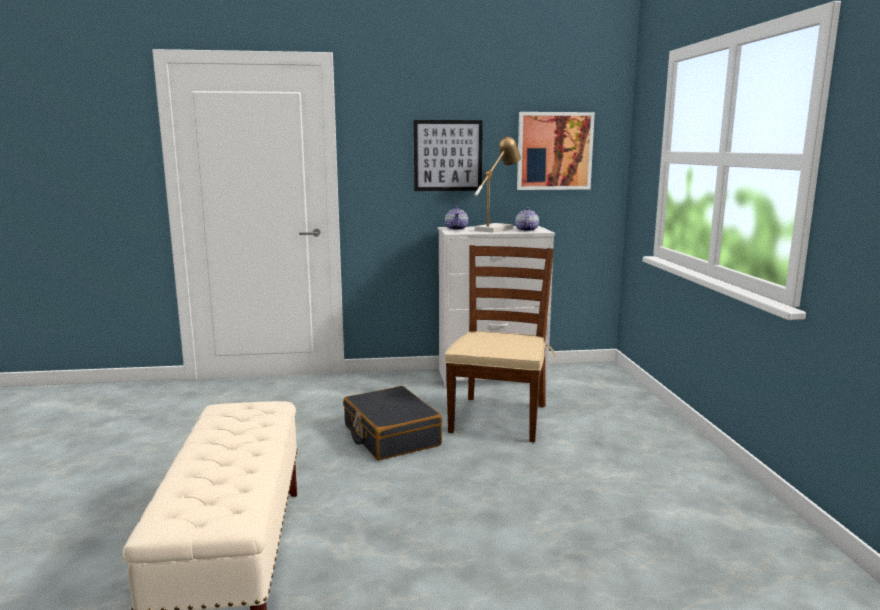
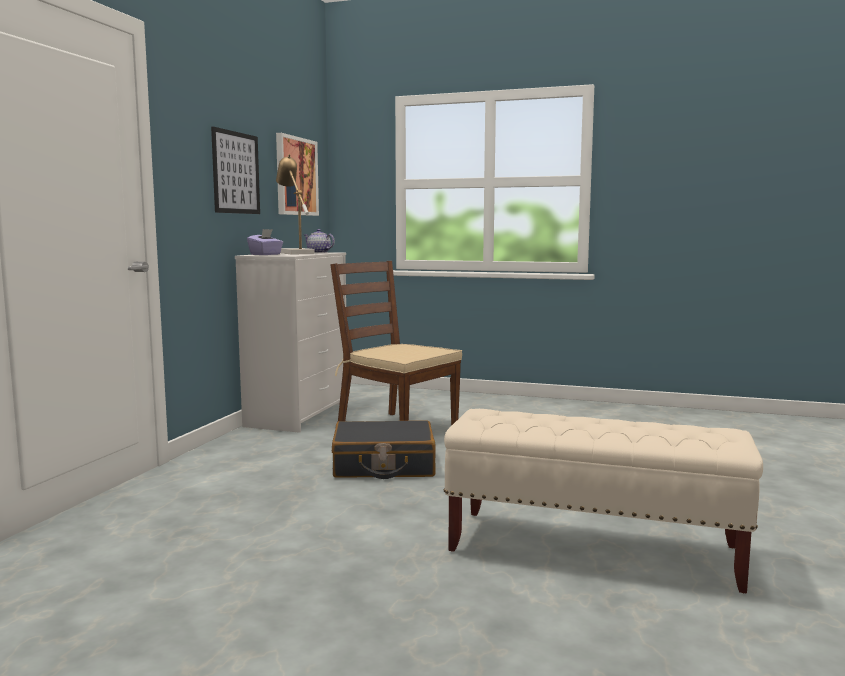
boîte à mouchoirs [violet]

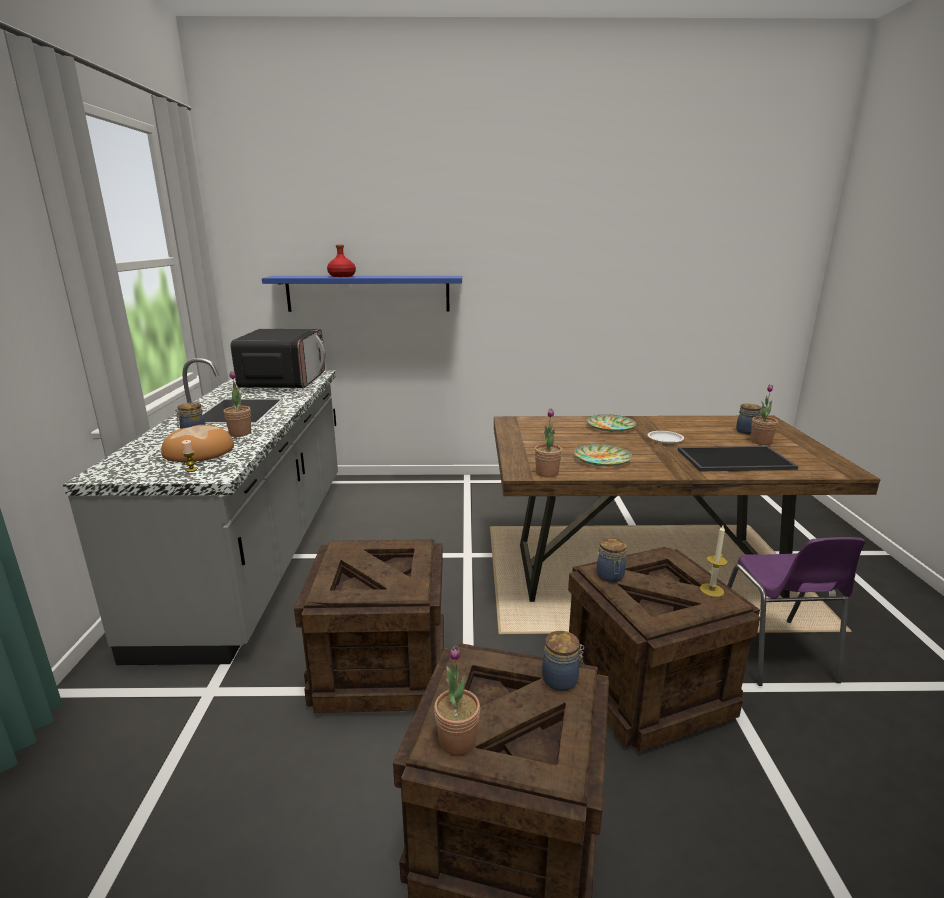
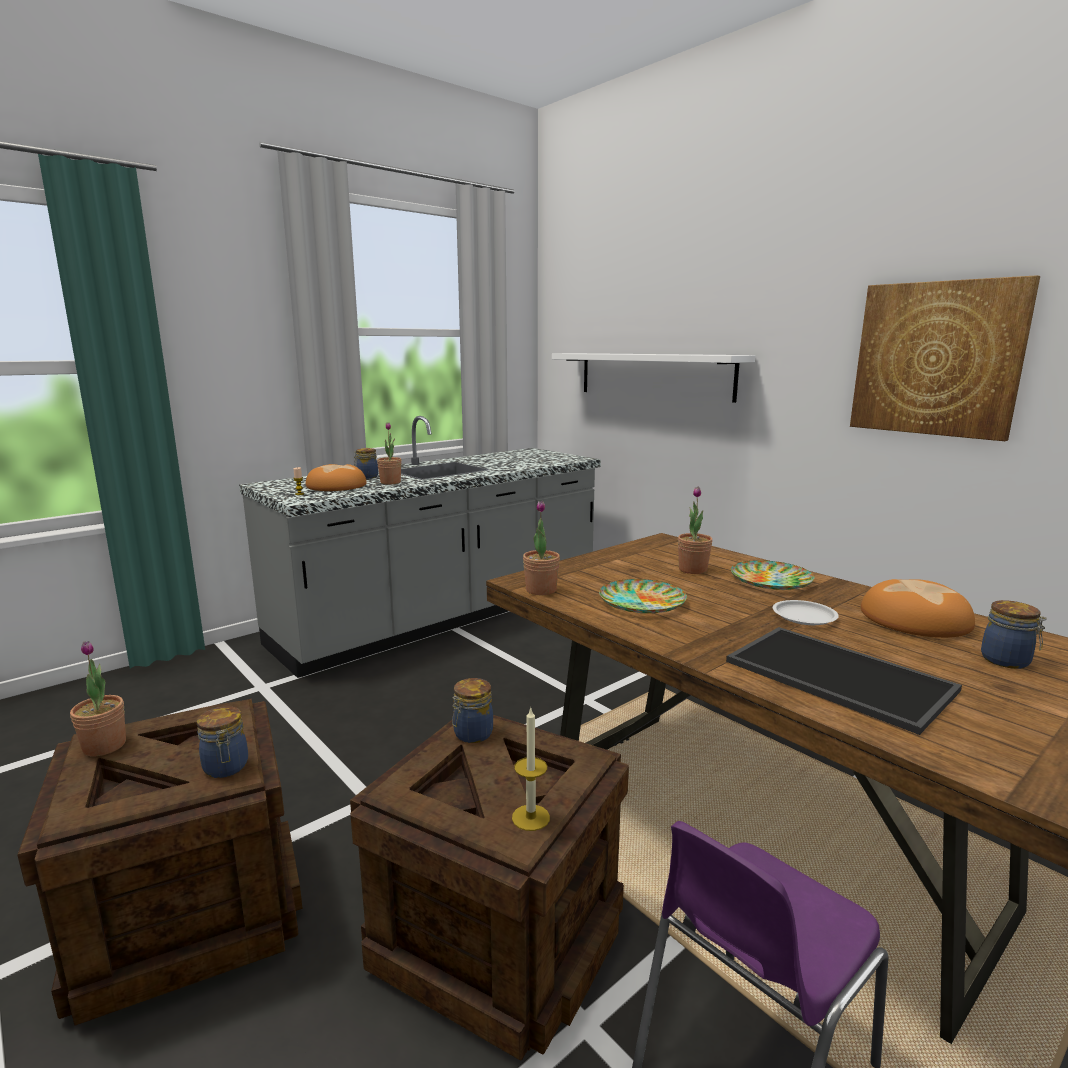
micro-ondes
caisse (no. 1 from left in the first image)
bouteille [rouge]
tableau
pain (no. 2 from left)
plante en pot (no. 4 from left)
étagère [blanc]

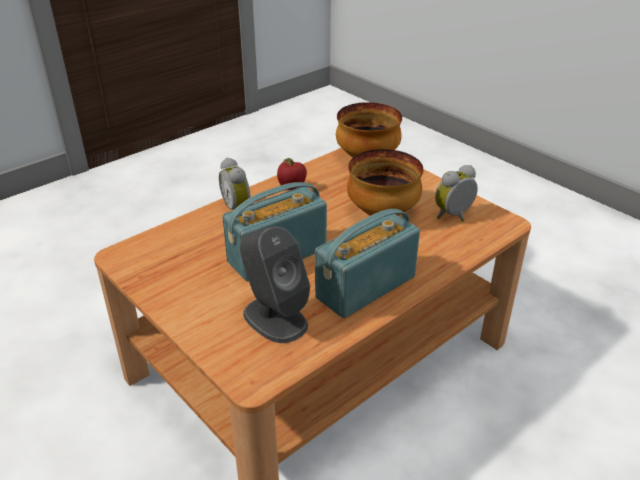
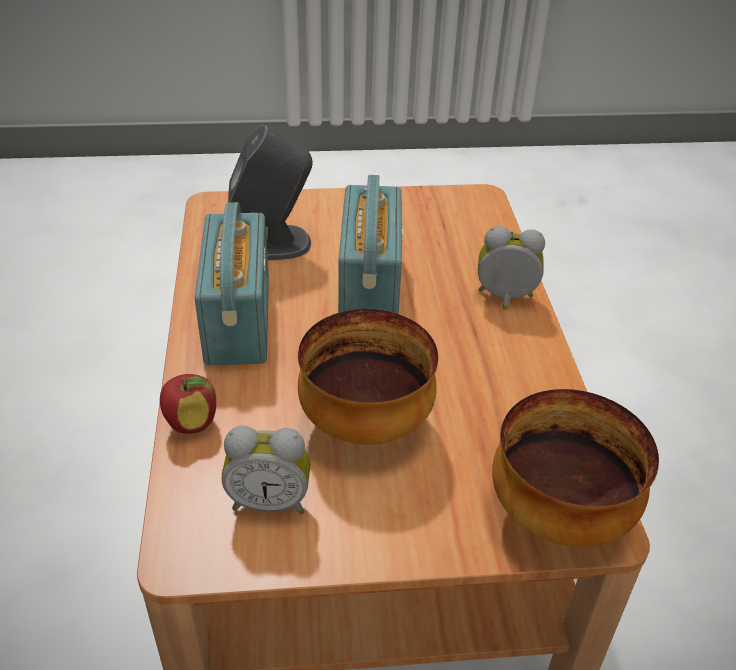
pomme
réveil (no. 1 from left)

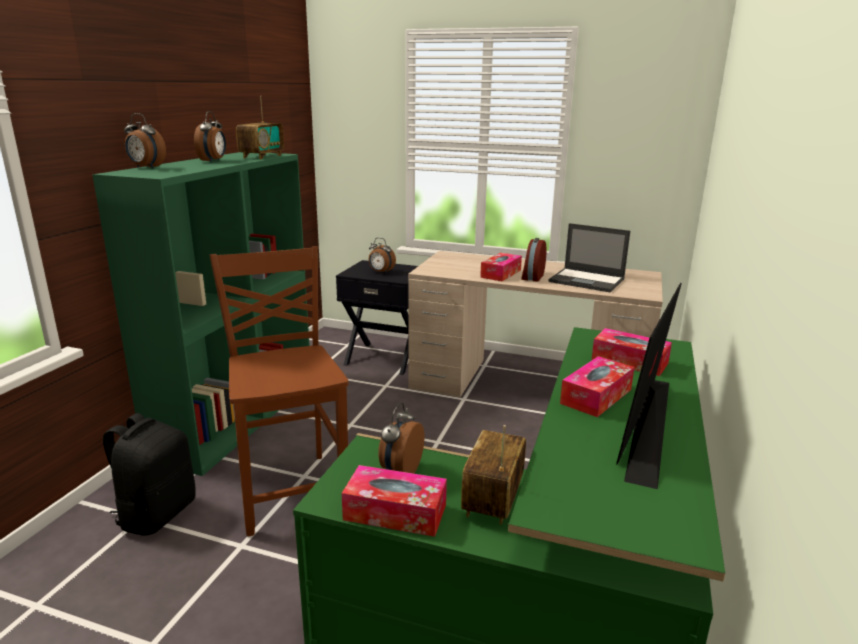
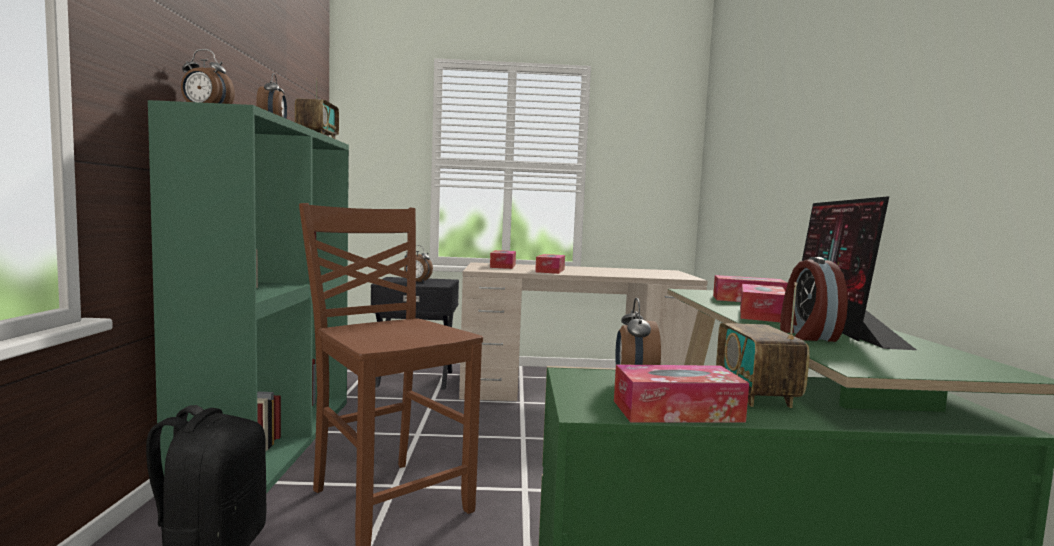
ordinateur portable
boîte à mouchoirs (no. 1 from left)
réveil (no. 5 from left)

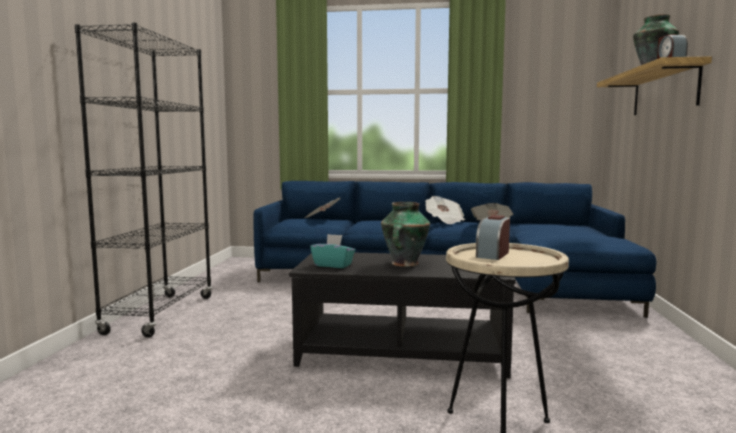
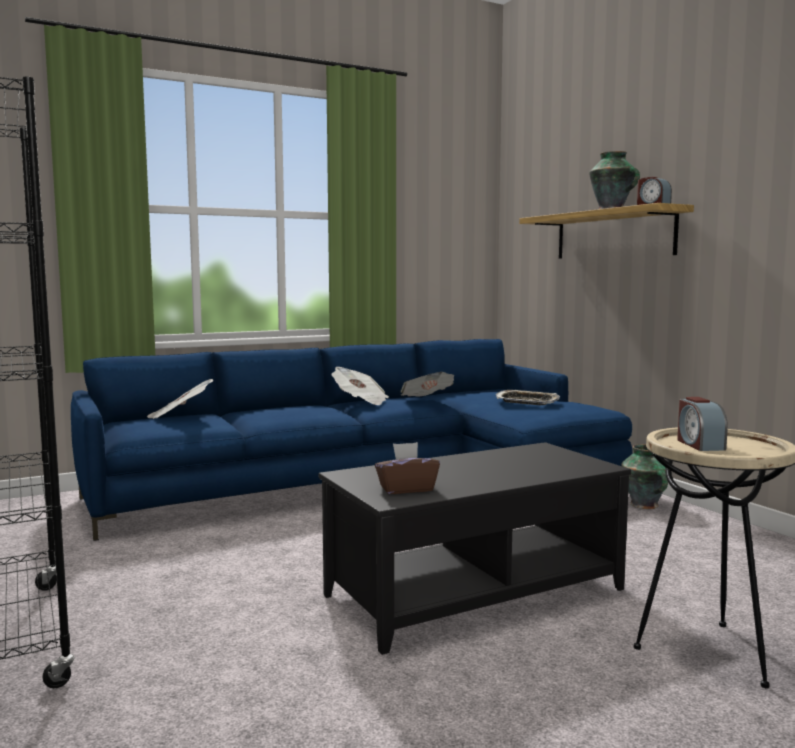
plateau
vase (no. 2 from left)
boîte à mouchoirs [marron]

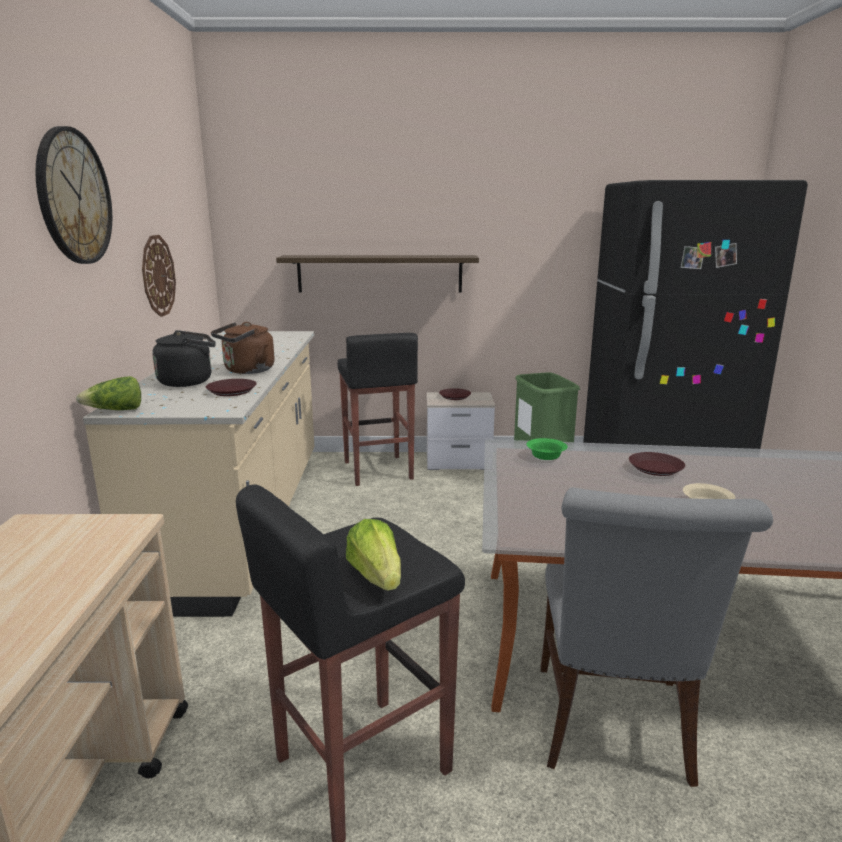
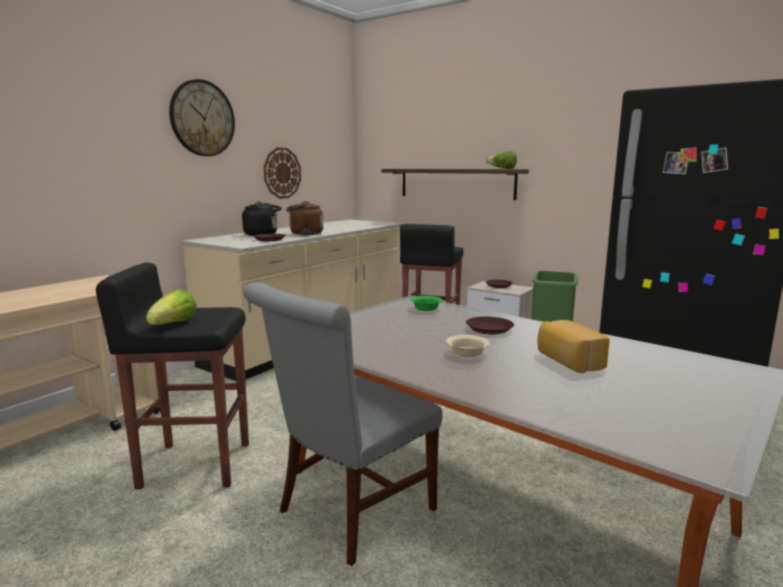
pain
laitue (no. 2 from left)

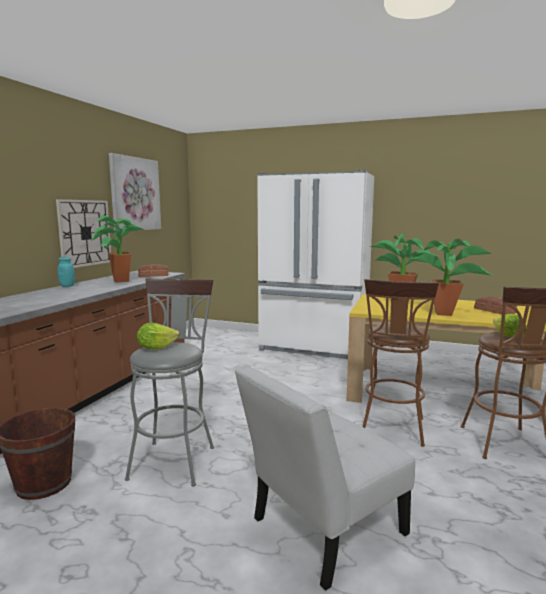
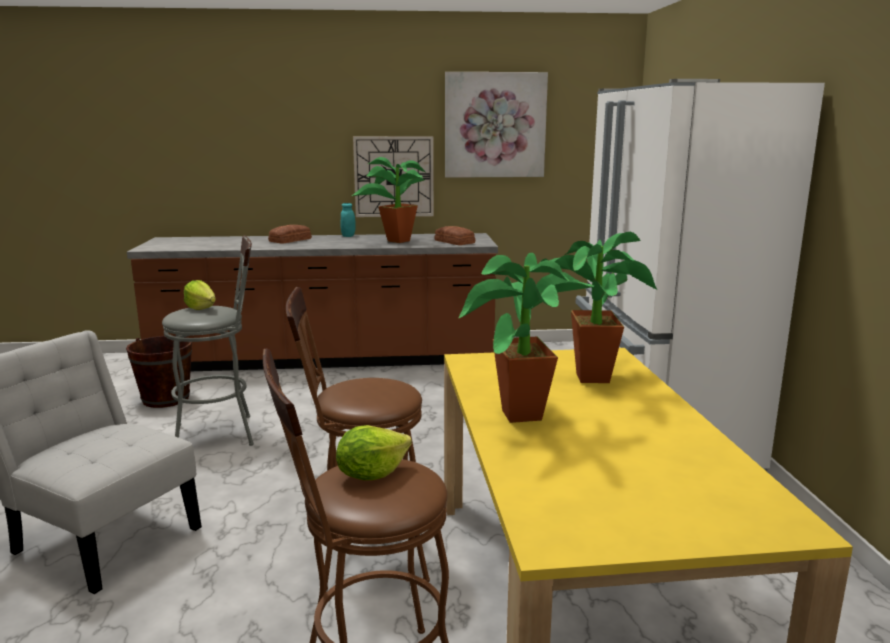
pain (no. 1 from left)

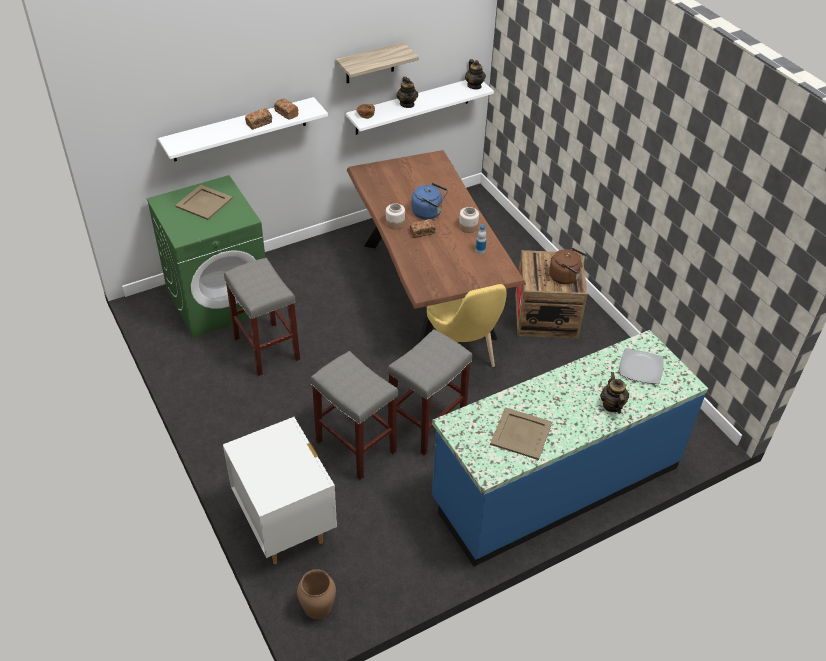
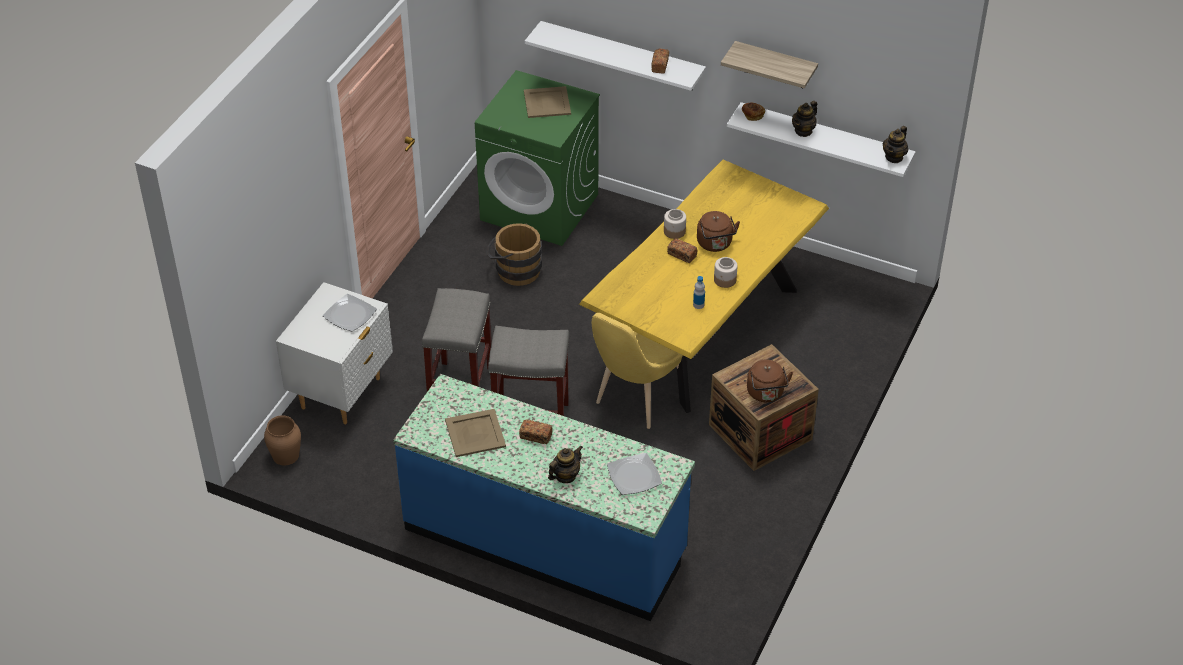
assiette (no. 1 from left)
pain (no. 1 from left)
seau [marron]
table à manger [jaune]
bouilloire [marron] (no. 1 from left)

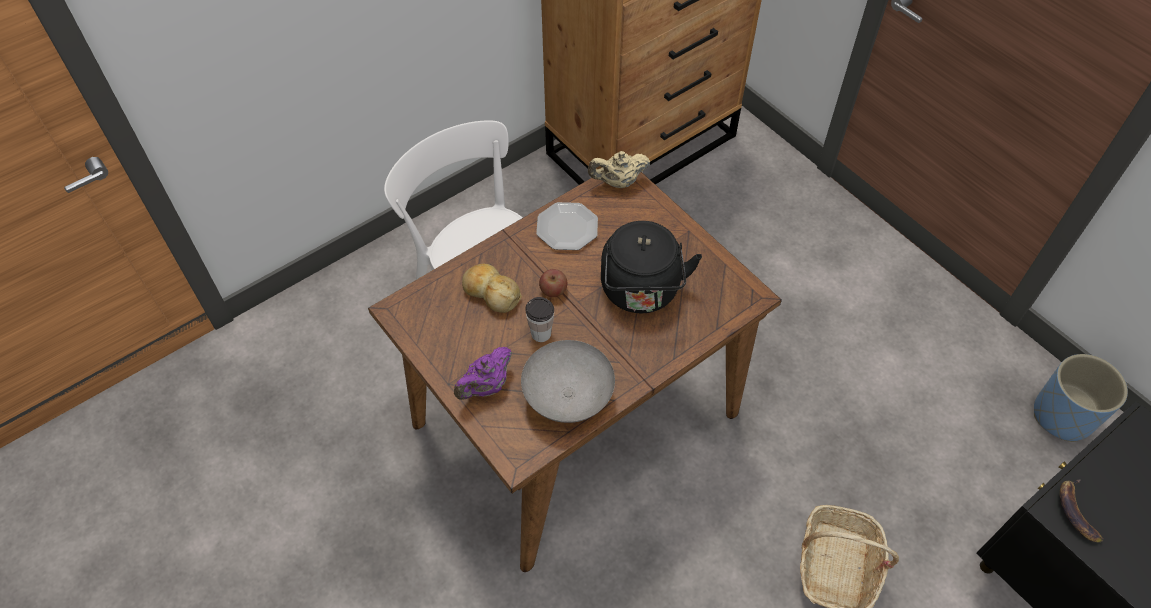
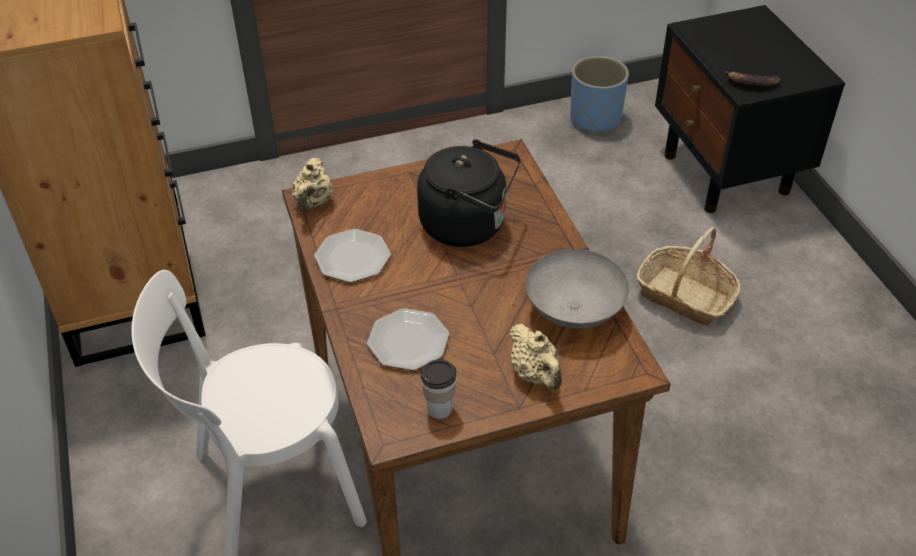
pomme
tasse
assiette (no. 2 from left)
théière [beige] (no. 2 from left)

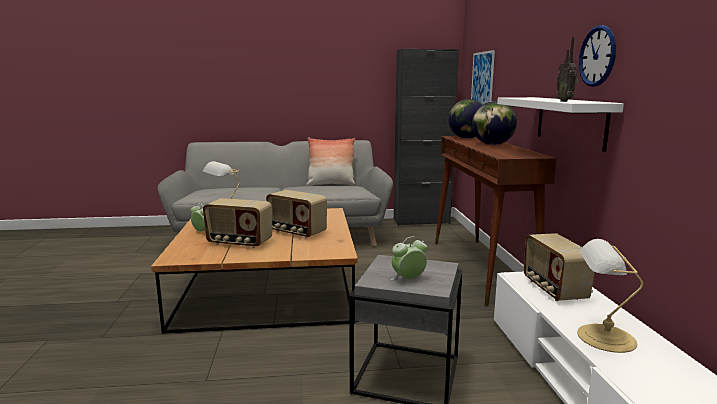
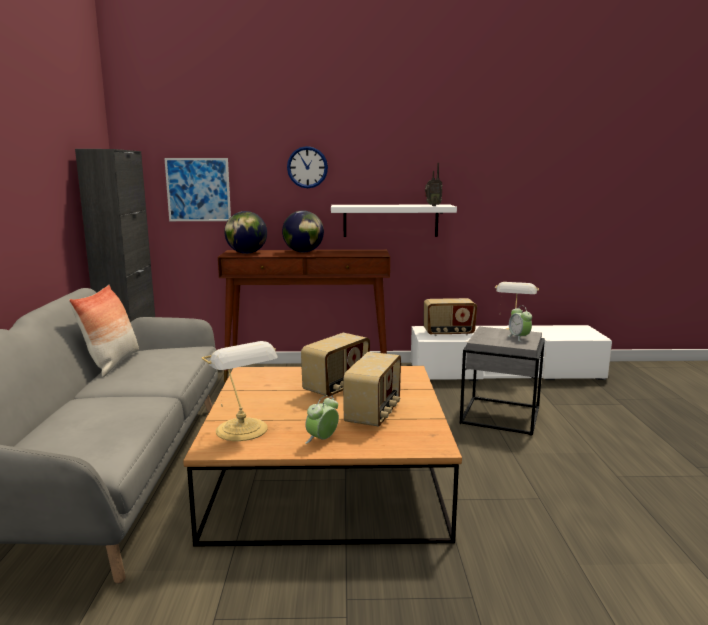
horloge murale

